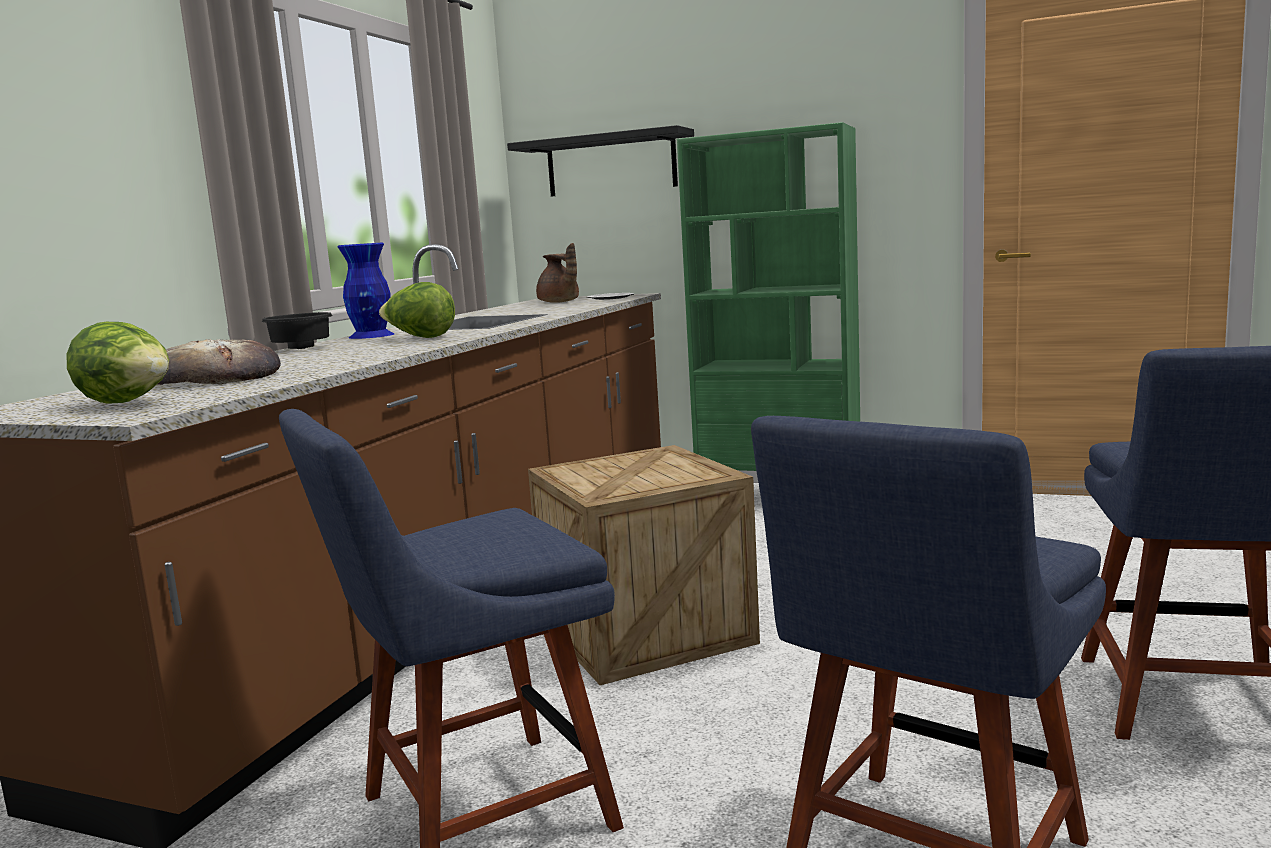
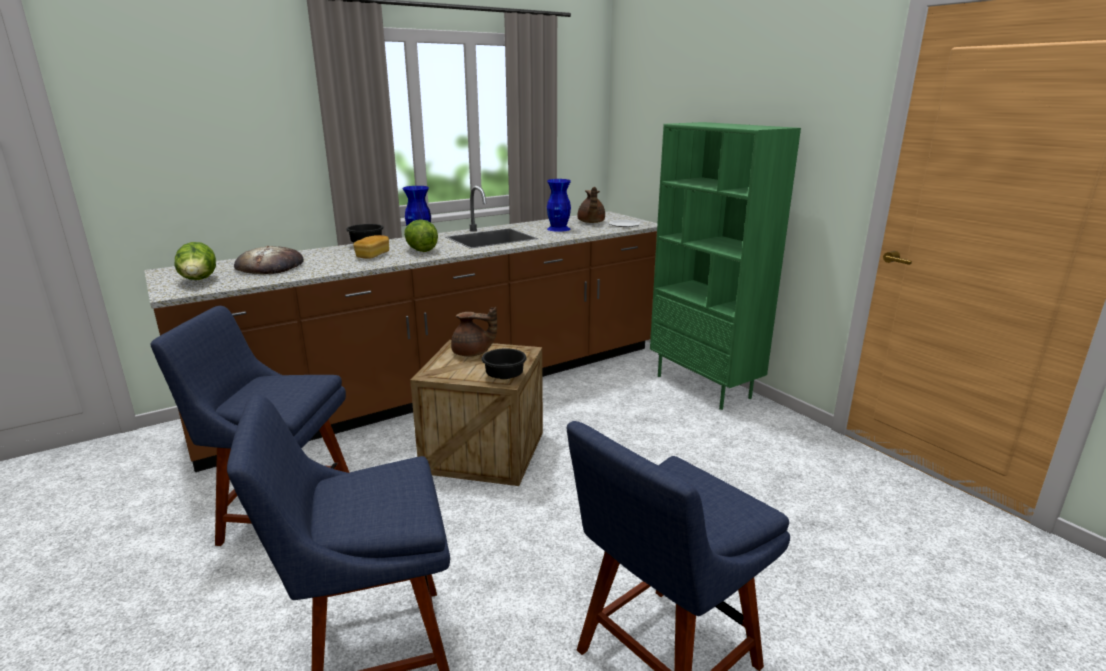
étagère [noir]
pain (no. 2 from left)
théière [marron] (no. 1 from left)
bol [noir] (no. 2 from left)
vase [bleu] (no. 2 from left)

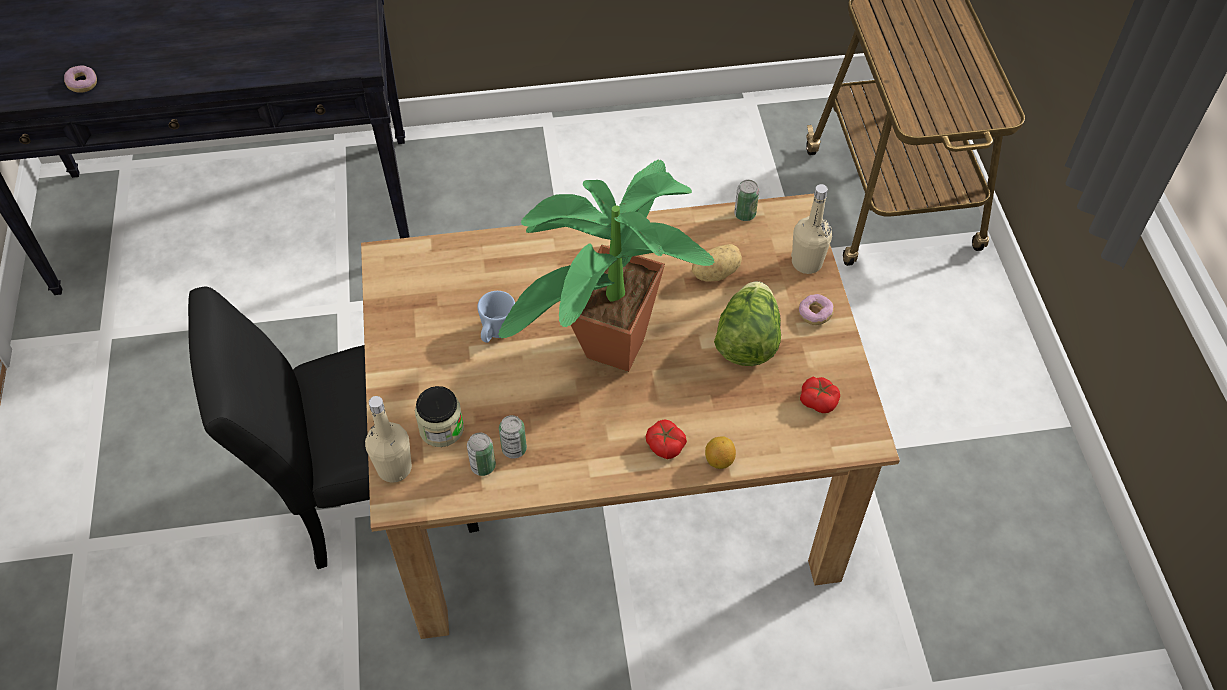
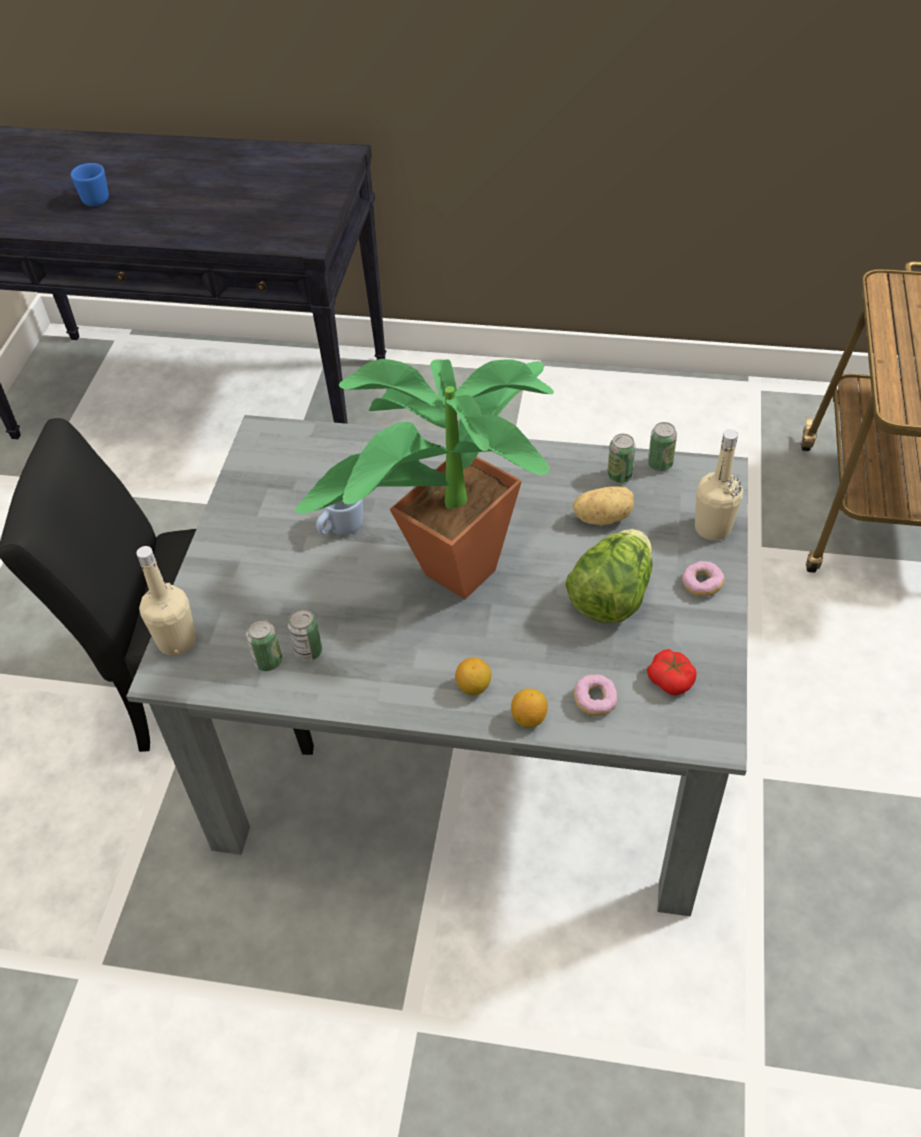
bocal
mug [bleu] (no. 1 from left)
boîte métallique (no. 3 from left)
beignet (no. 1 from left)
citron (no. 1 from left)
table à manger [gris]

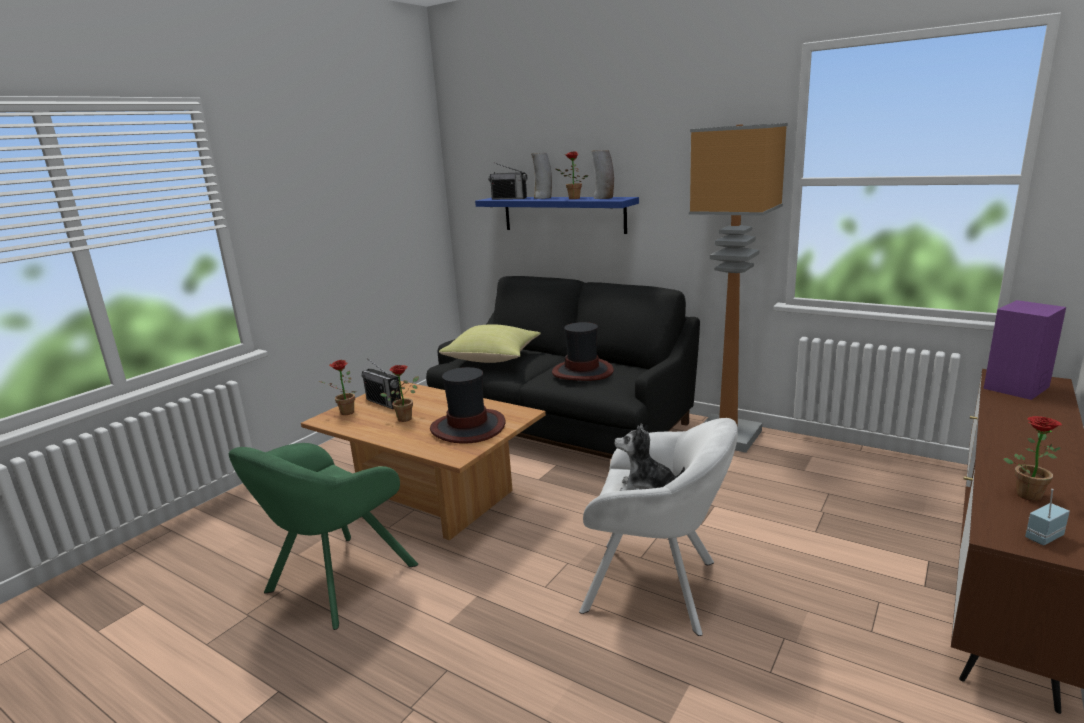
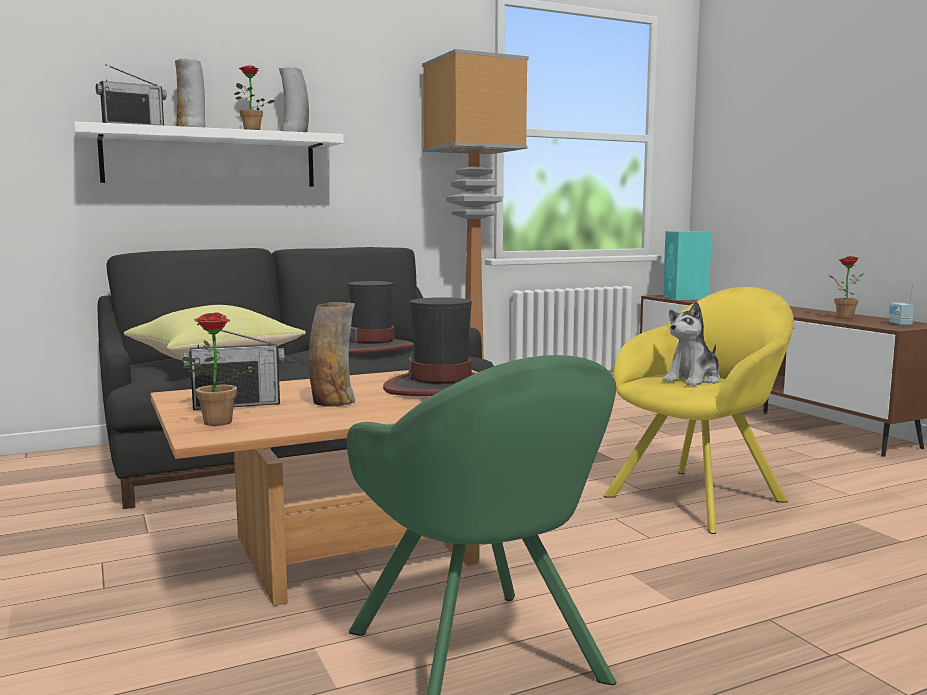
vase (no. 3 from left)
étagère [blanc]
fauteuil [jaune]
enceinte [turquoise]

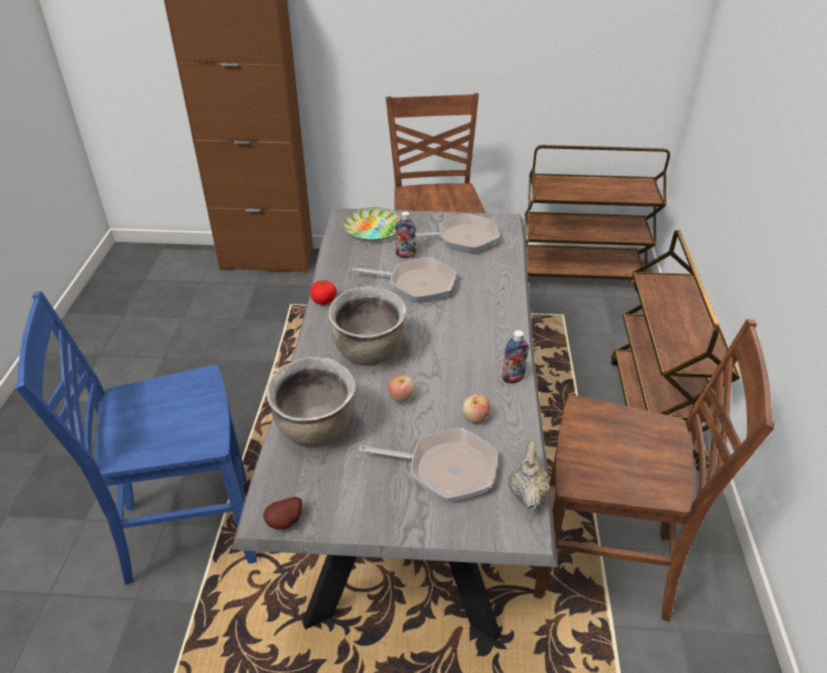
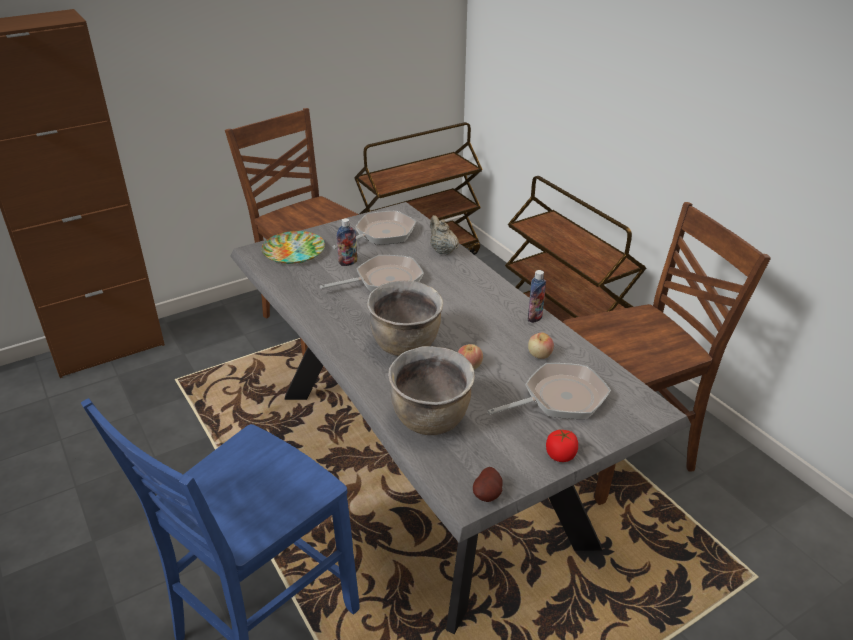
tomate
théière [beige]

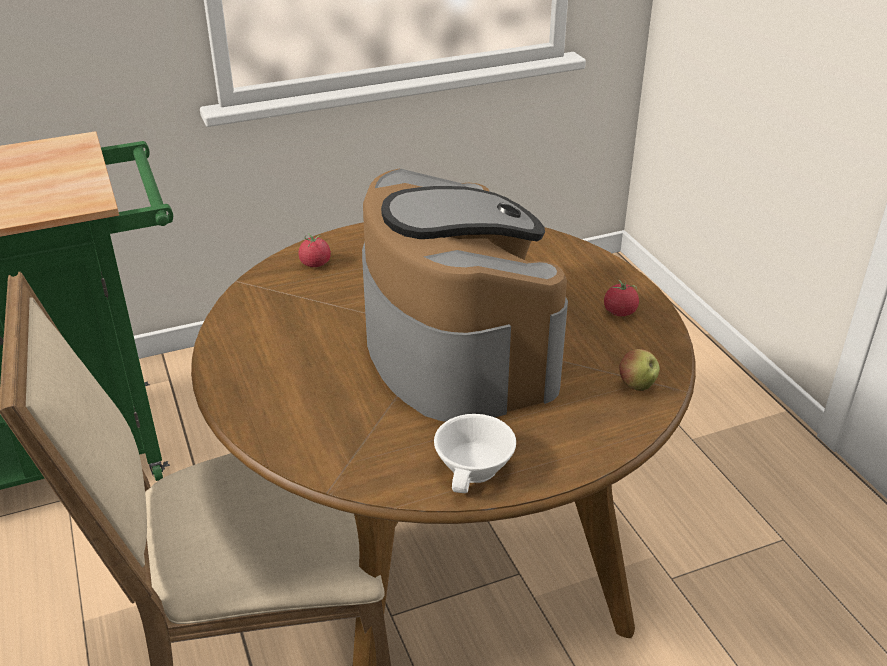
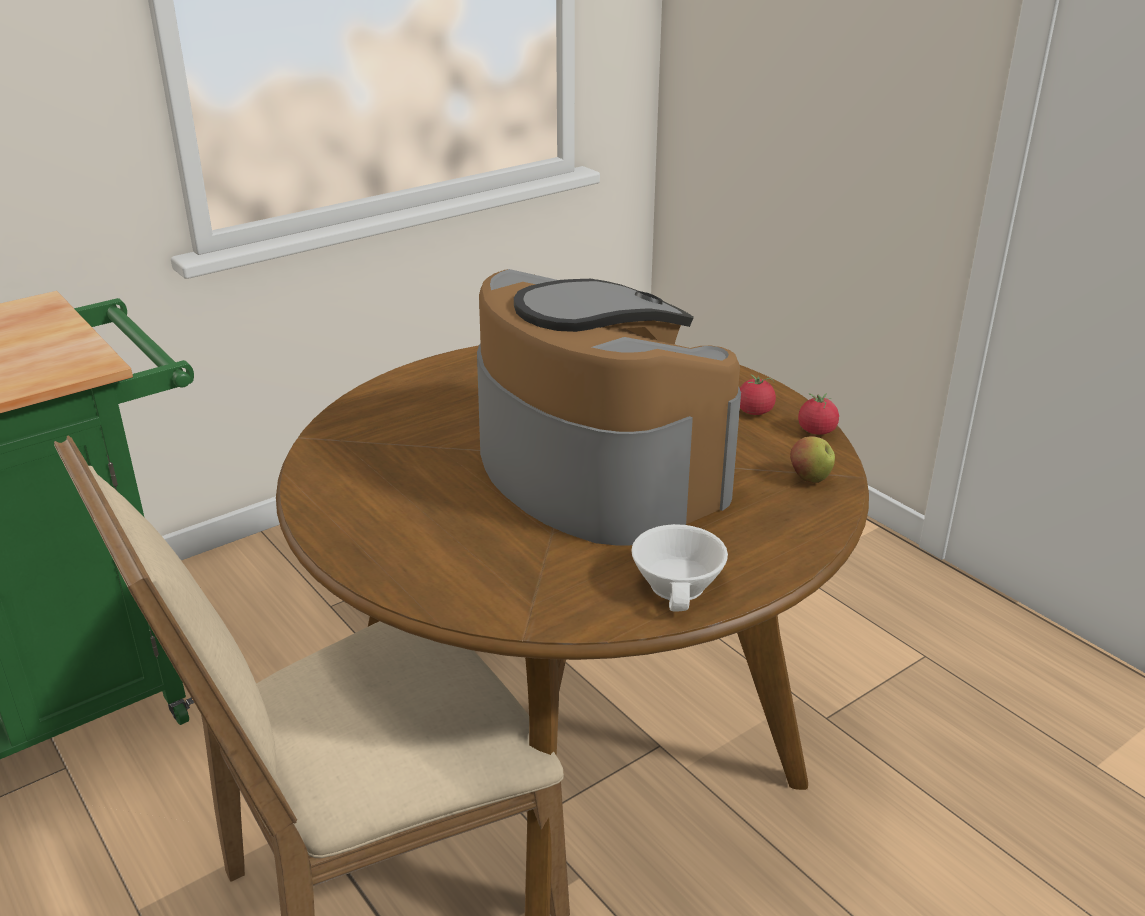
tomate (no. 2 from left)

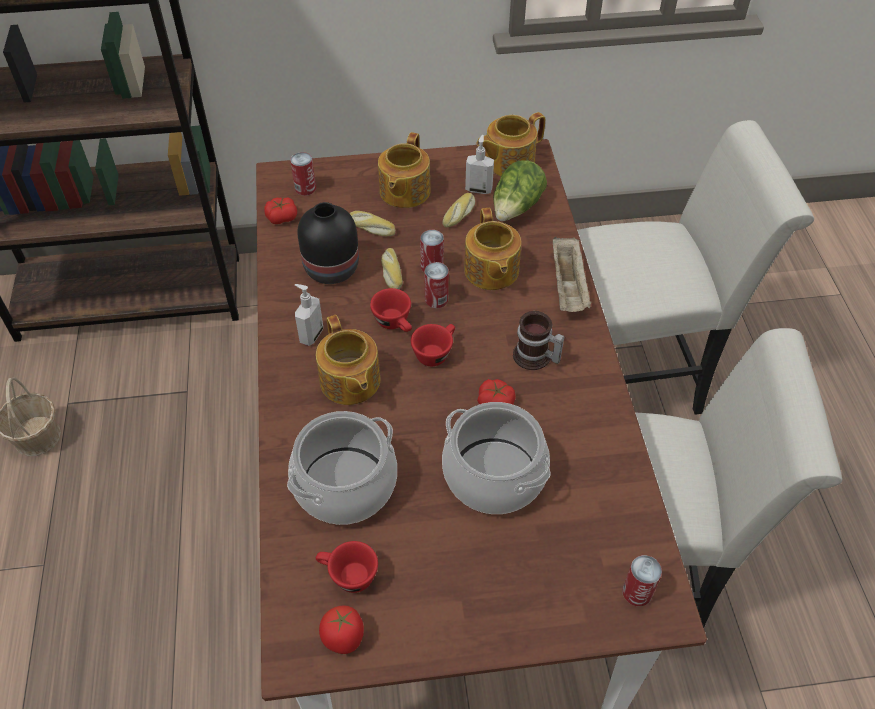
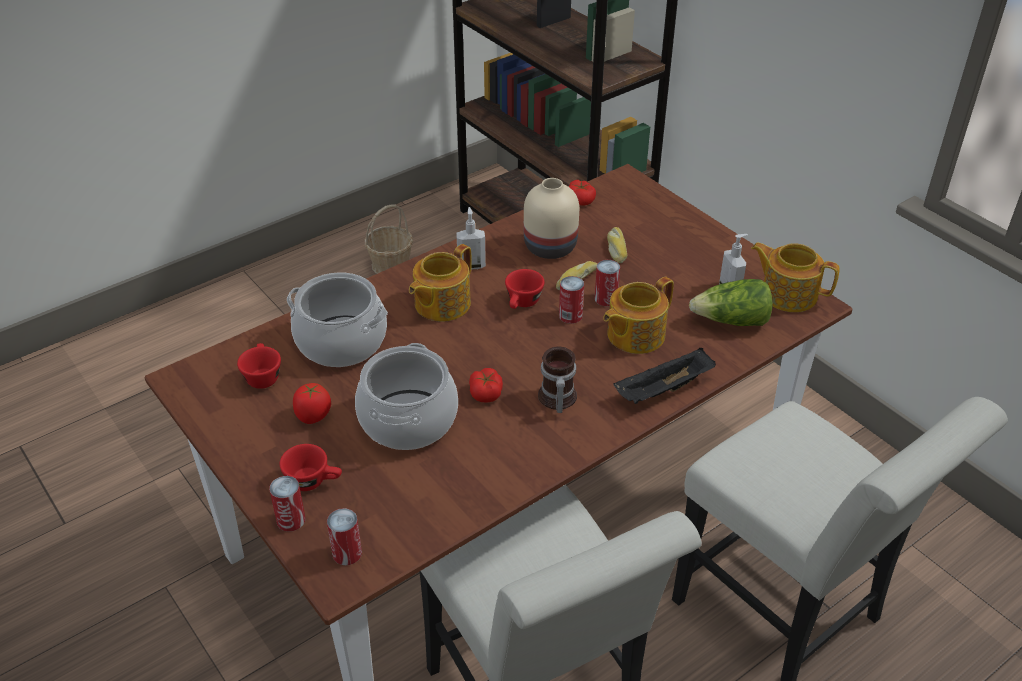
théière (no. 2 from left in the first image)
pain (no. 3 from left in the first image)
boîte métallique (no. 1 from left)
tomate (no. 1 from left)
tasse [rouge] (no. 2 from left)
vase [beige]
plateau [noir]

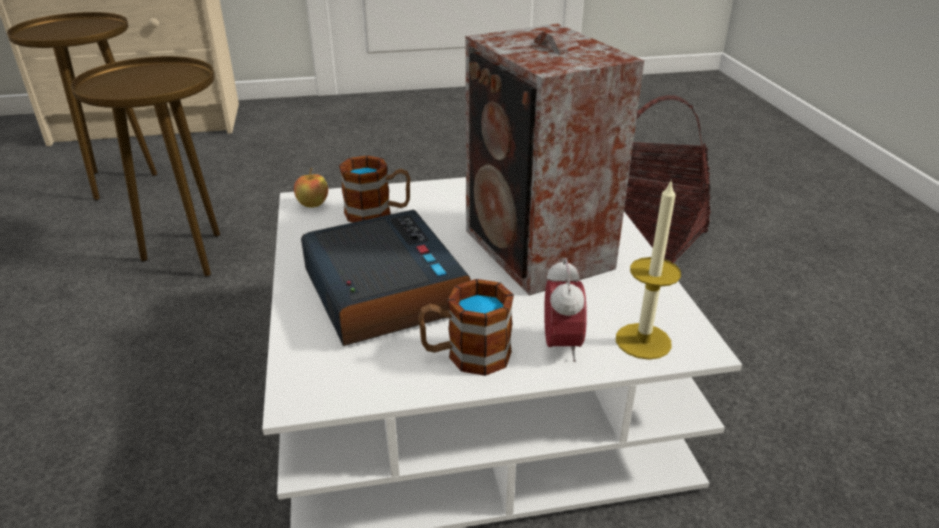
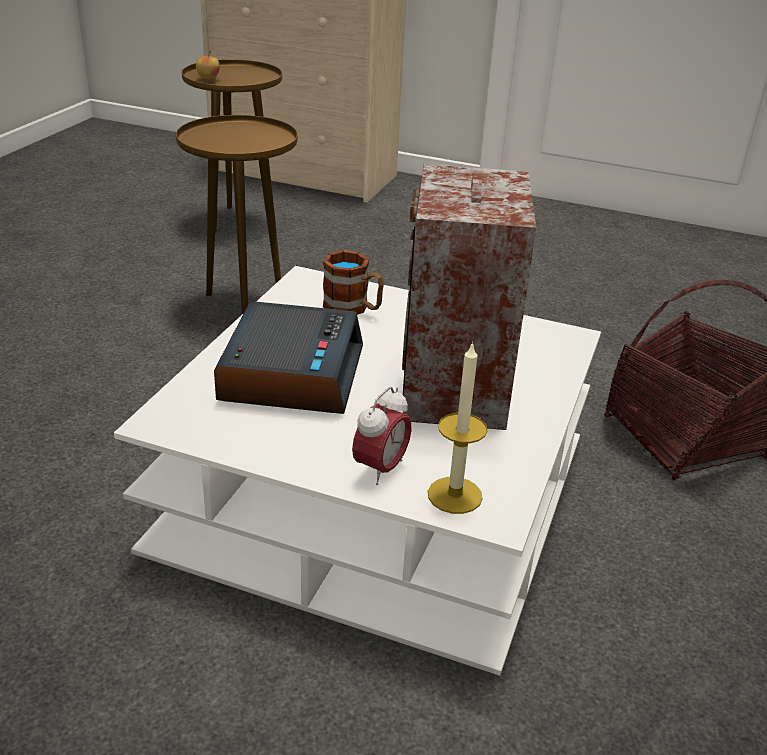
mug (no. 2 from left in the first image)
pomme

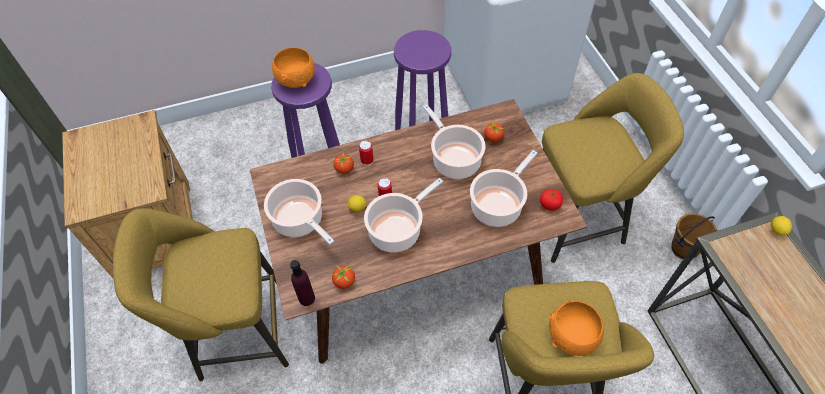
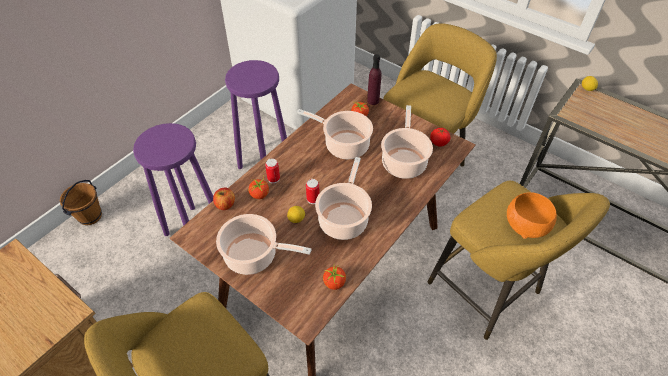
bol [orange] (no. 1 from left in the first image)
pomme
bouteille [violet]
seau [marron]

